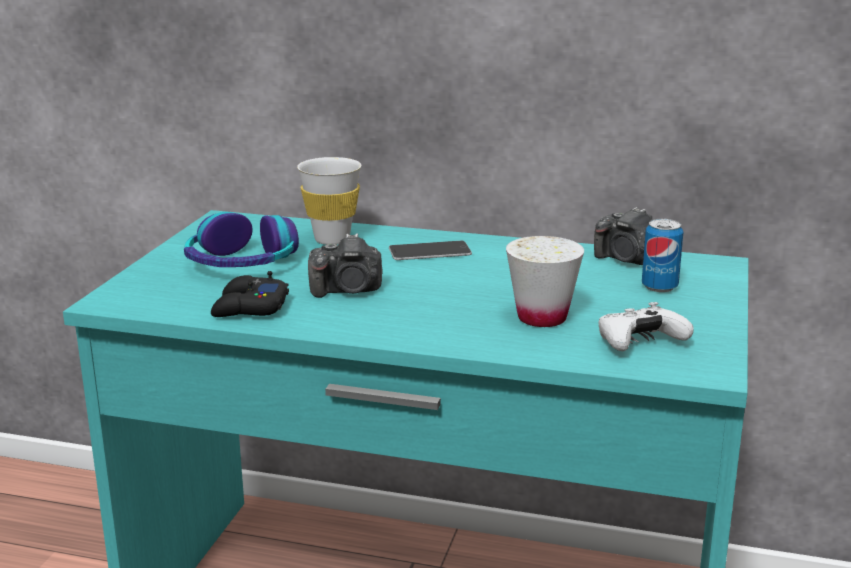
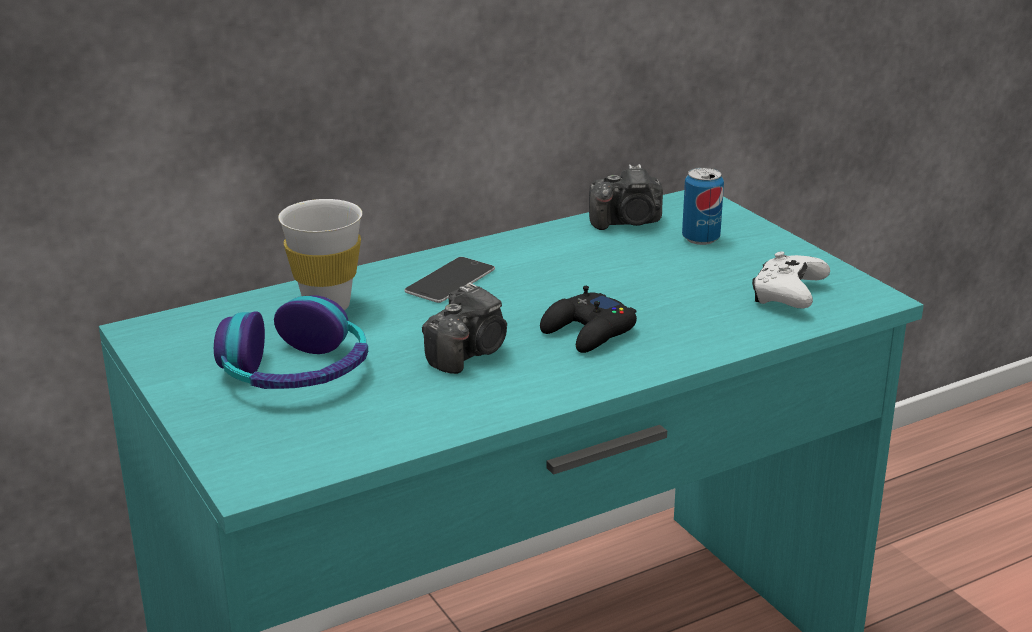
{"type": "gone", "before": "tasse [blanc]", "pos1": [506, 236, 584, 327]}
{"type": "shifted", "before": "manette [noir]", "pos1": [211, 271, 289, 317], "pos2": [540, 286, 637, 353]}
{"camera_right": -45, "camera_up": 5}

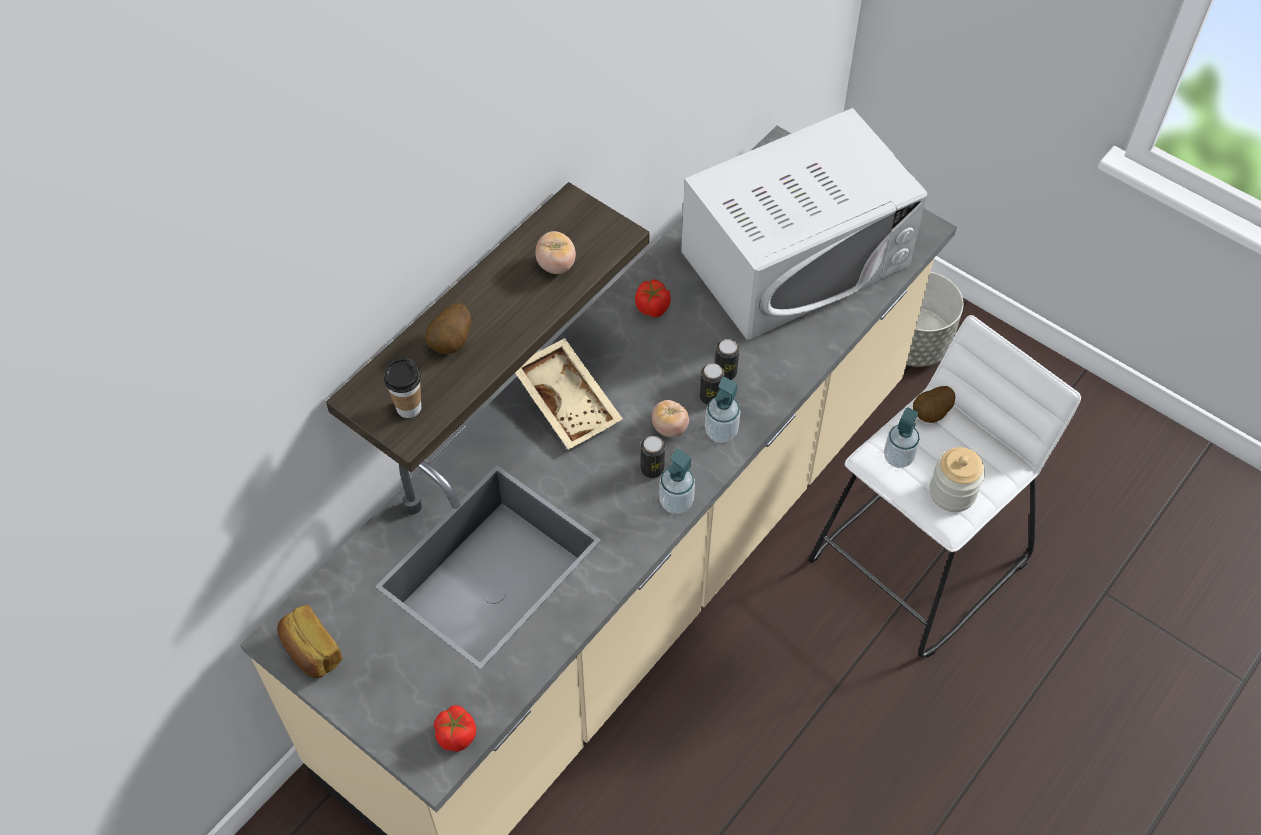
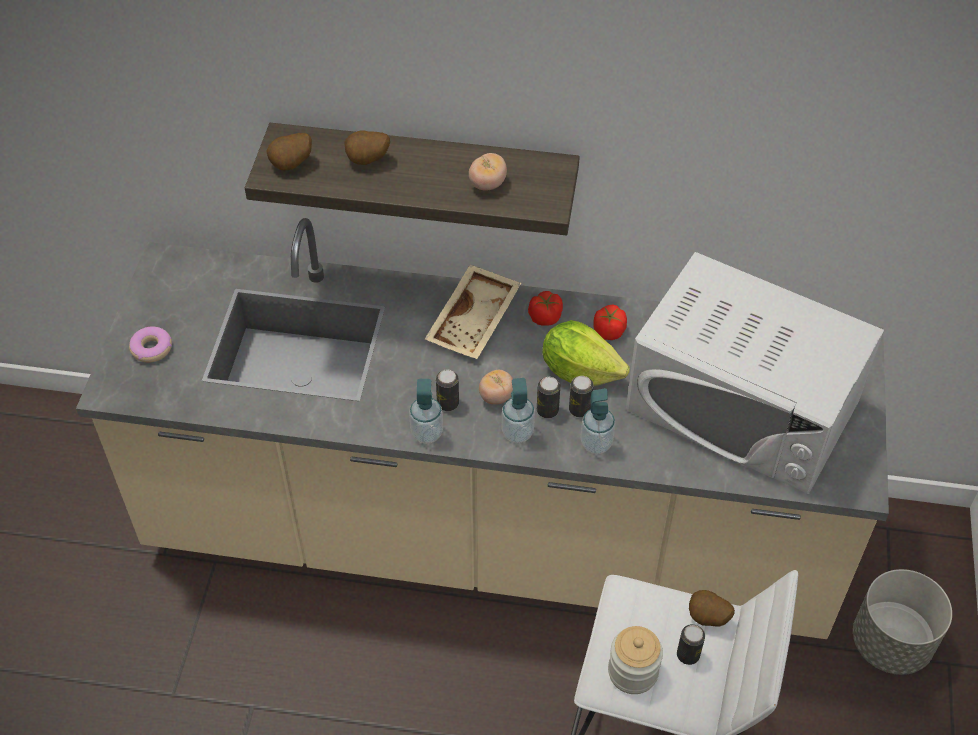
{"type": "swapped", "before": "tasse", "after": "pomme de terre", "pos1": [384, 358, 421, 418], "pos2": [266, 133, 312, 170]}
{"type": "shifted", "before": "distributeur de savon", "pos1": [884, 407, 920, 468], "pos2": [581, 388, 615, 454]}
{"type": "gone", "before": "pain", "pos1": [277, 605, 343, 678]}
{"type": "shifted", "before": "tomate", "pos1": [434, 705, 476, 752], "pos2": [528, 291, 563, 326]}
{"type": "new", "after": "laitue", "pos2": [542, 320, 630, 386]}
{"type": "new", "after": "beignet", "pos2": [129, 326, 172, 363]}
{"type": "new", "after": "boîte métallique", "pos2": [677, 624, 705, 665]}
{"camera_right": 60, "camera_up": -5}

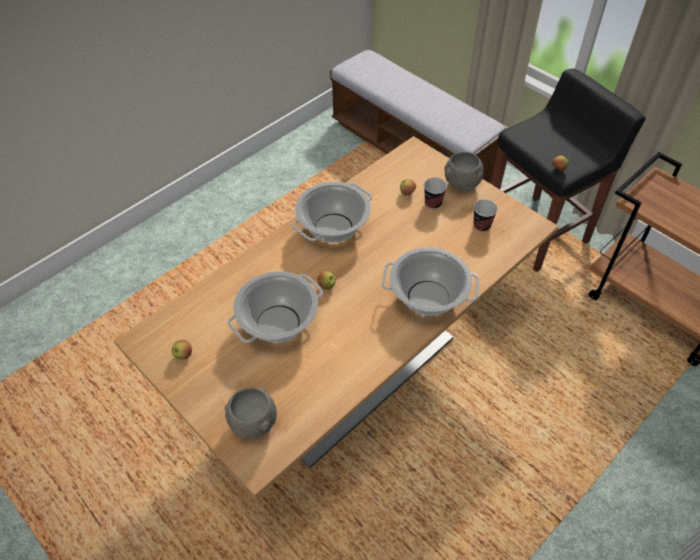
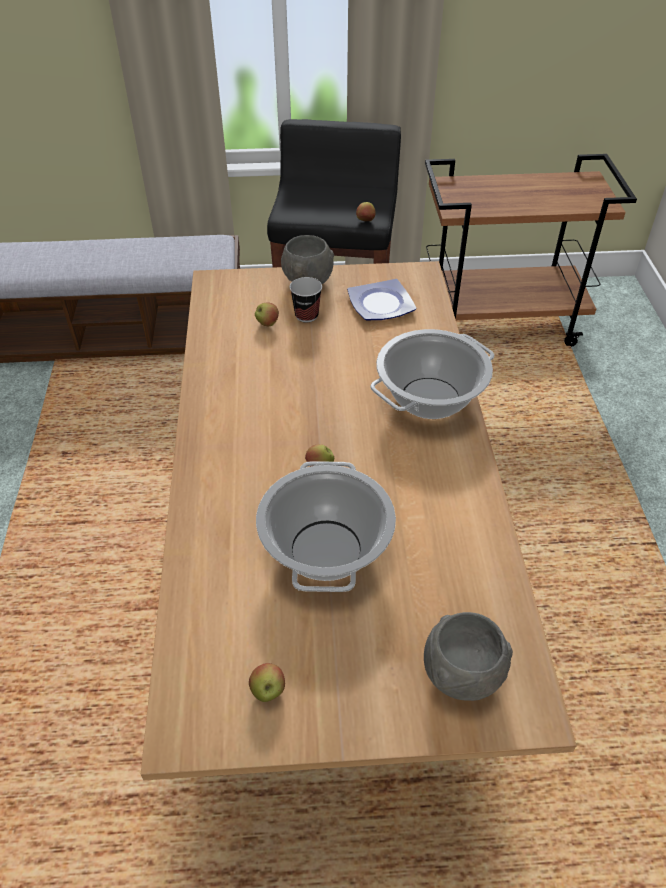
{"type": "gone", "before": "marmite", "pos1": [292, 182, 372, 243]}
{"type": "swapped", "before": "tasse", "after": "assiette", "pos1": [474, 199, 498, 232], "pos2": [347, 279, 416, 320]}
{"camera_right": -50, "camera_up": -5}

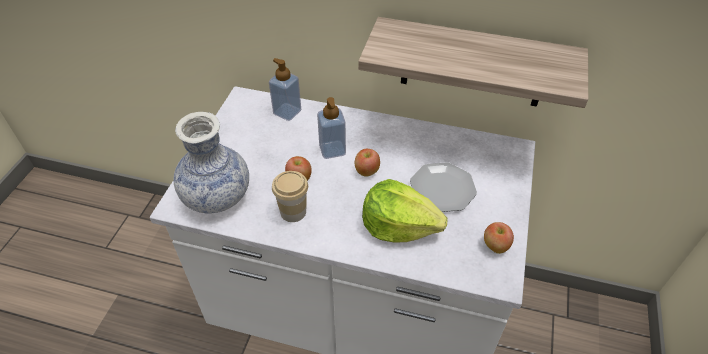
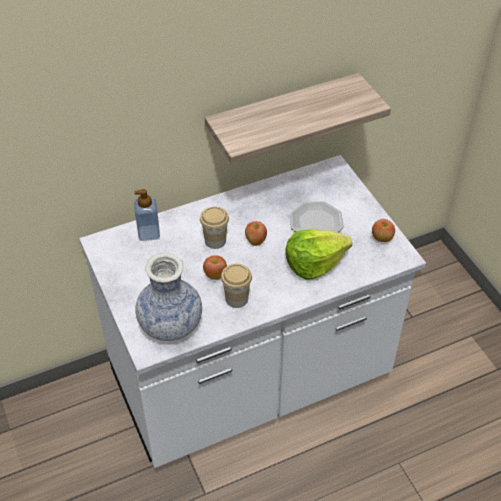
{"type": "swapped", "before": "distributeur de savon", "after": "tasse", "pos1": [317, 97, 346, 159], "pos2": [200, 207, 229, 249]}
{"camera_right": -40, "camera_up": 0}

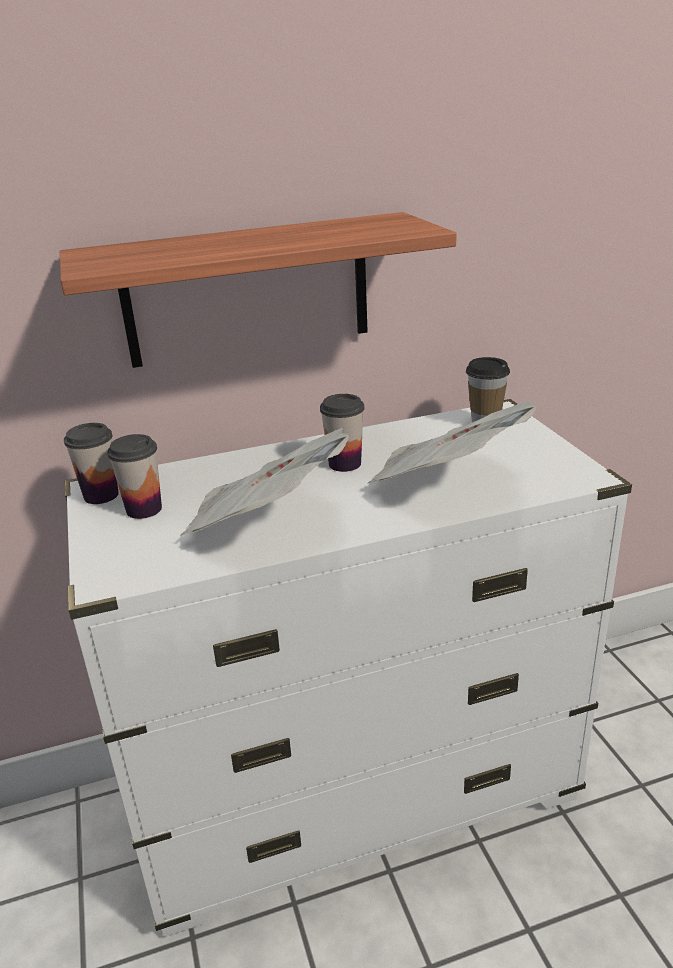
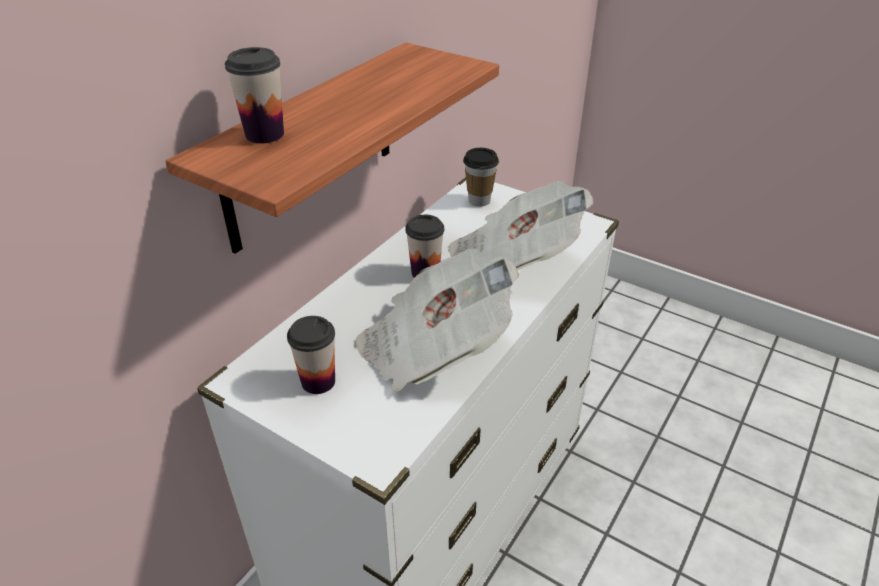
{"type": "shifted", "before": "tasse", "pos1": [64, 423, 119, 504], "pos2": [225, 47, 284, 144]}
{"camera_right": -40, "camera_up": 10}

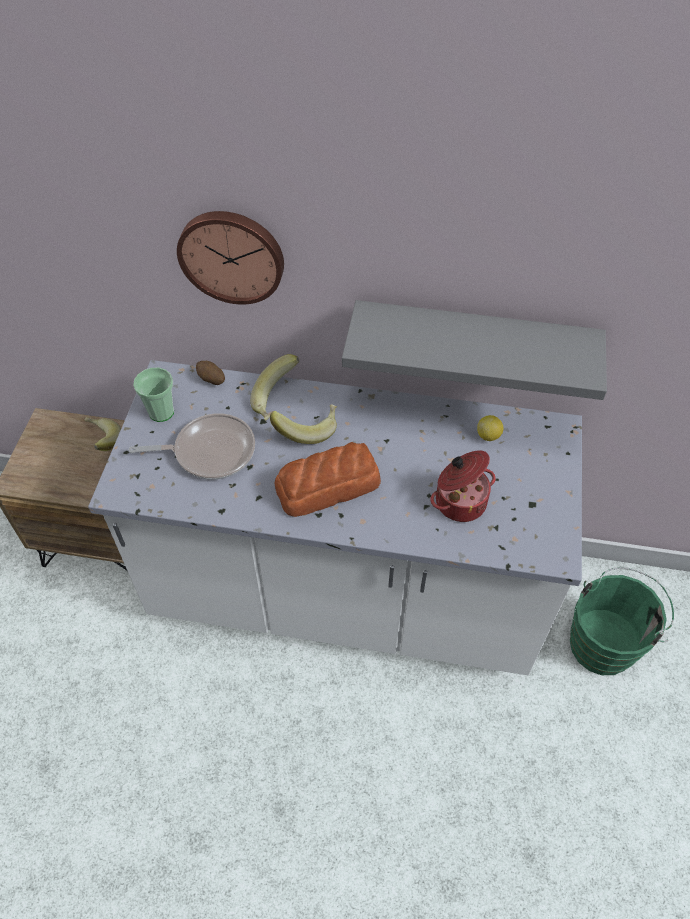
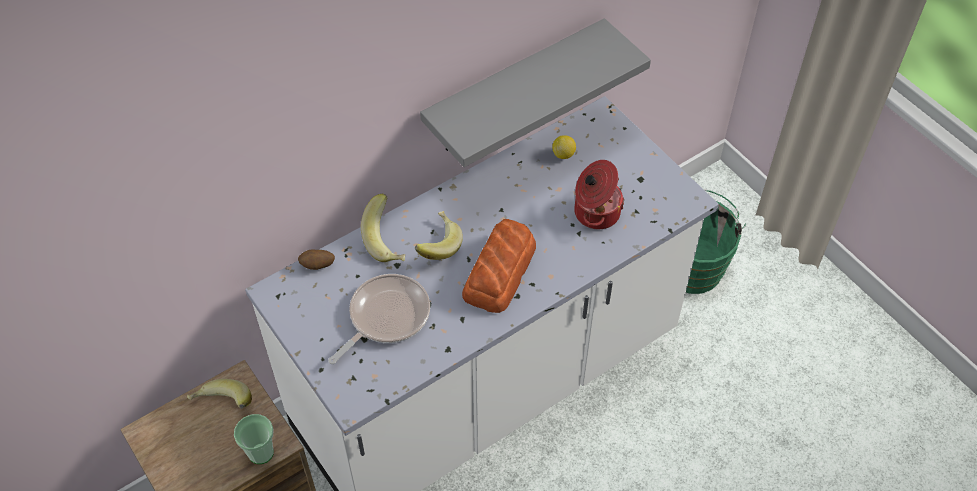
{"type": "gone", "before": "horloge murale", "pos1": [177, 211, 284, 305]}
{"type": "shifted", "before": "tasse", "pos1": [133, 368, 174, 422], "pos2": [234, 414, 274, 464]}
{"camera_right": -45, "camera_up": 0}

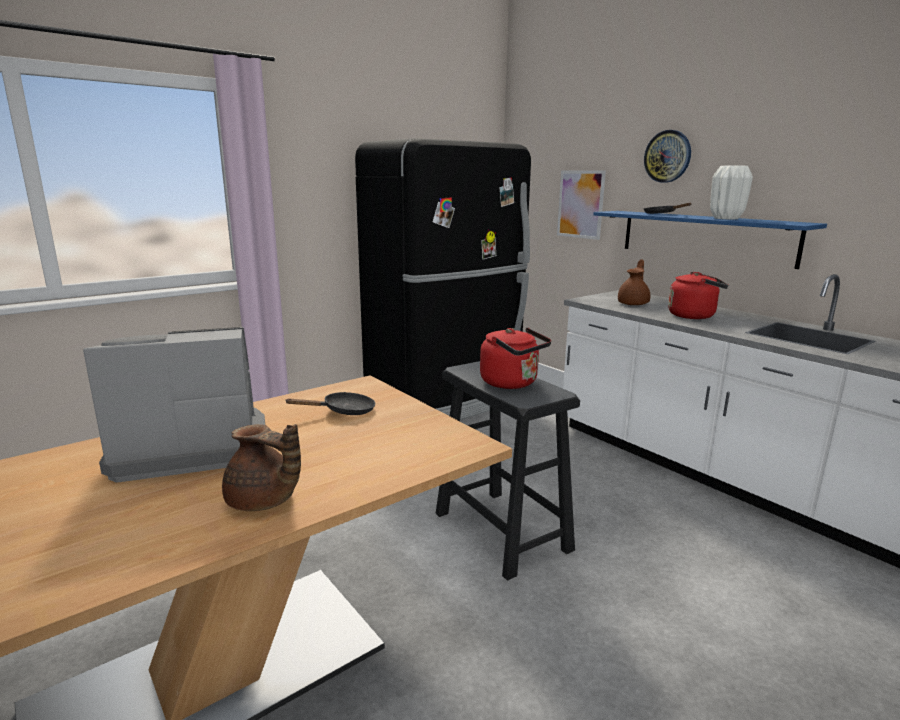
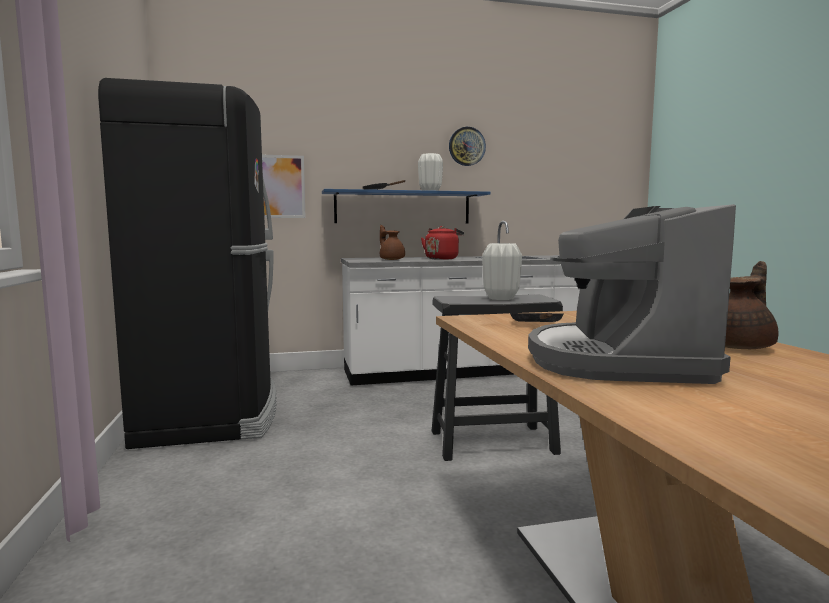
{"type": "shifted", "before": "horloge murale", "pos1": [644, 130, 691, 183], "pos2": [449, 127, 486, 166]}
{"type": "swapped", "before": "bouilloire [rouge]", "after": "vase [blanc]", "pos1": [480, 327, 551, 389], "pos2": [482, 243, 522, 300]}
{"camera_right": -65, "camera_up": -10}

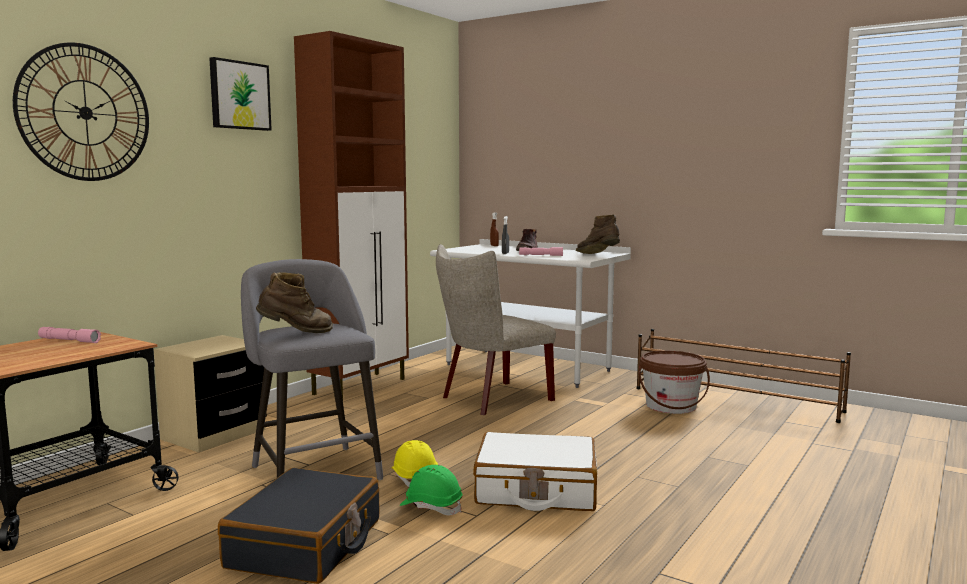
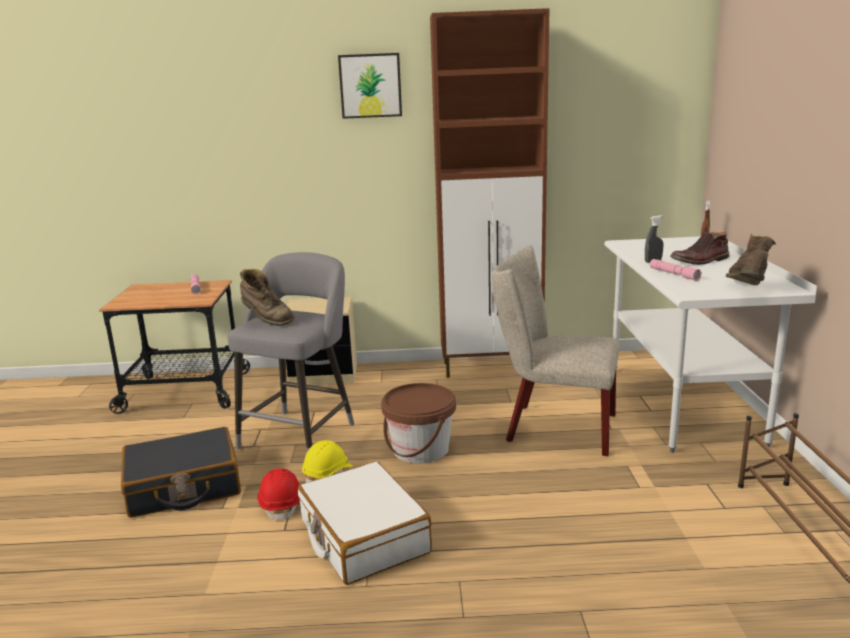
{"type": "gone", "before": "horloge murale", "pos1": [13, 43, 149, 181]}
{"type": "shifted", "before": "seau [marron]", "pos1": [639, 351, 710, 414], "pos2": [381, 383, 456, 463]}
{"type": "repainted", "before": "casque de chantier [vert]", "after": "casque de chantier [rouge]", "pos1": [400, 465, 463, 515], "pos2": [257, 468, 300, 522]}
{"camera_right": 55, "camera_up": 10}

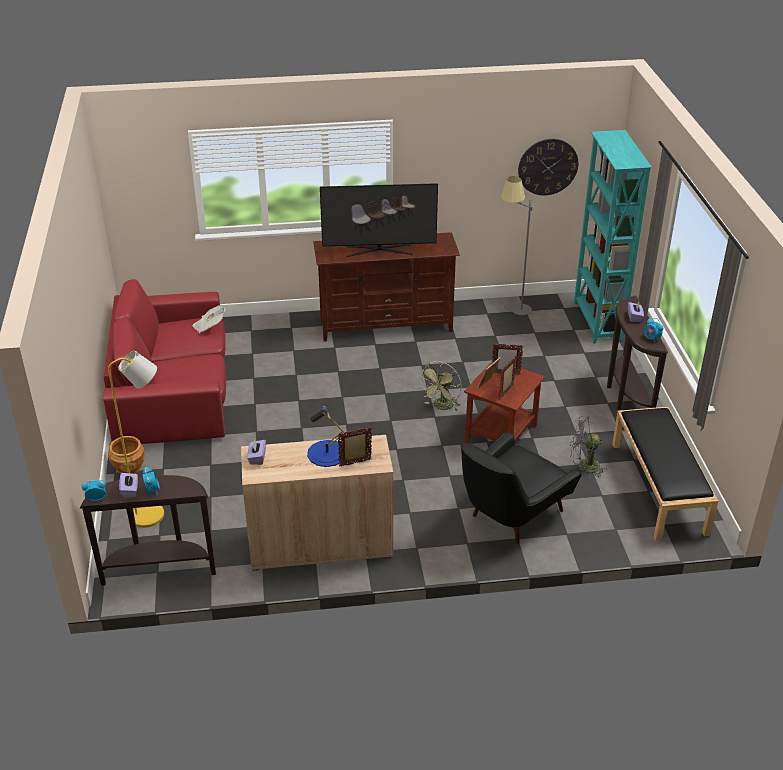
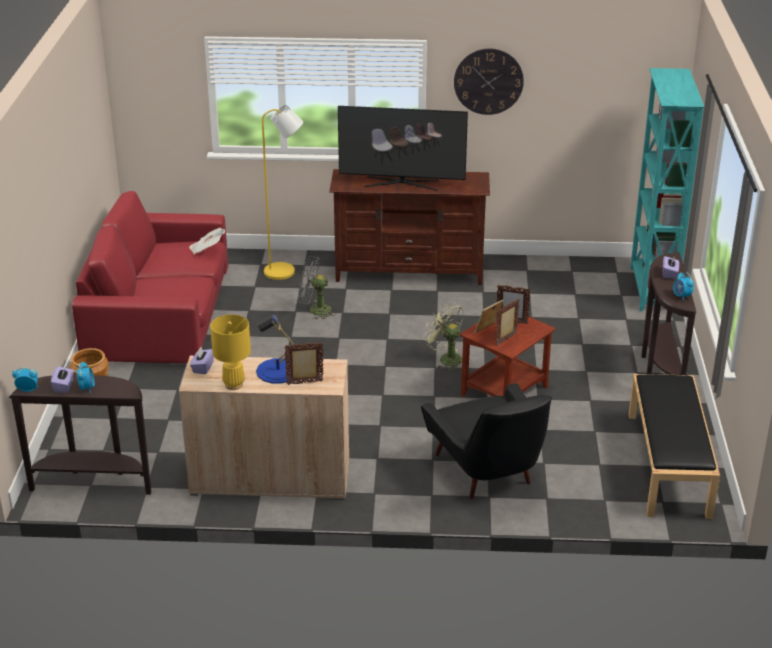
{"type": "shifted", "before": "horloge murale", "pos1": [518, 139, 578, 195], "pos2": [454, 48, 524, 115]}
{"type": "gone", "before": "lampadaire [gris]", "pos1": [500, 176, 532, 315]}
{"type": "shifted", "before": "lampadaire [jaune]", "pos1": [108, 351, 164, 528], "pos2": [262, 105, 303, 280]}
{"type": "rotated", "before": "ventilateur [vert]", "pos1": [418, 361, 462, 412], "pos2": [423, 302, 464, 370], "turn": 90}
{"type": "shifted", "before": "ventilateur [gris]", "pos1": [570, 416, 607, 478], "pos2": [298, 256, 336, 320]}
{"type": "rotated", "before": "fauteuil [noir]", "pos1": [460, 432, 582, 544], "pos2": [421, 383, 552, 499], "turn": -75}
{"type": "new", "after": "lampe de table [jaune]", "pos2": [210, 315, 251, 390]}
{"camera_right": 10, "camera_up": -5}

